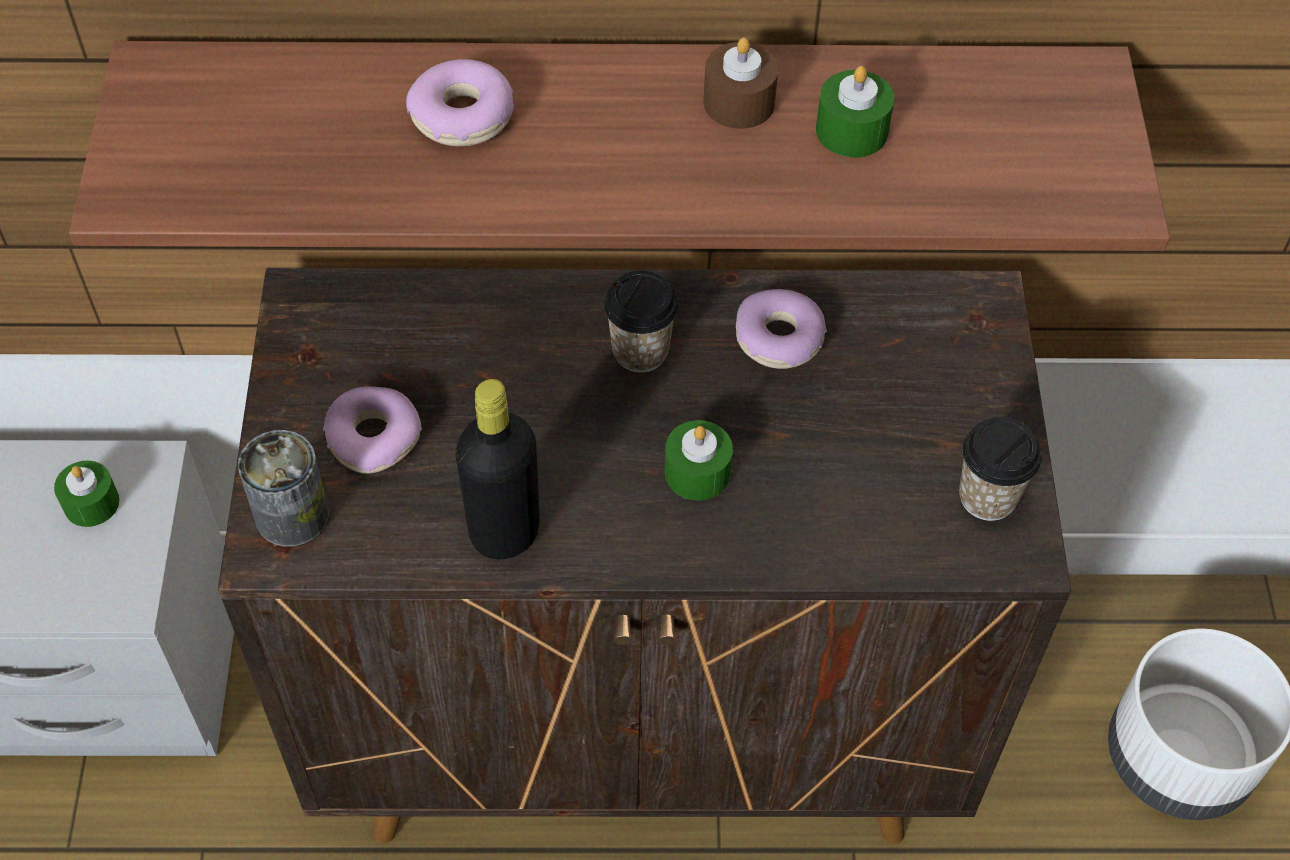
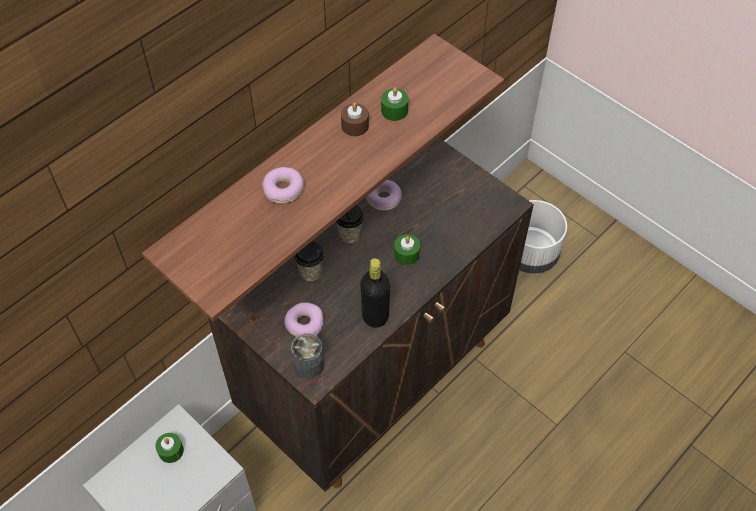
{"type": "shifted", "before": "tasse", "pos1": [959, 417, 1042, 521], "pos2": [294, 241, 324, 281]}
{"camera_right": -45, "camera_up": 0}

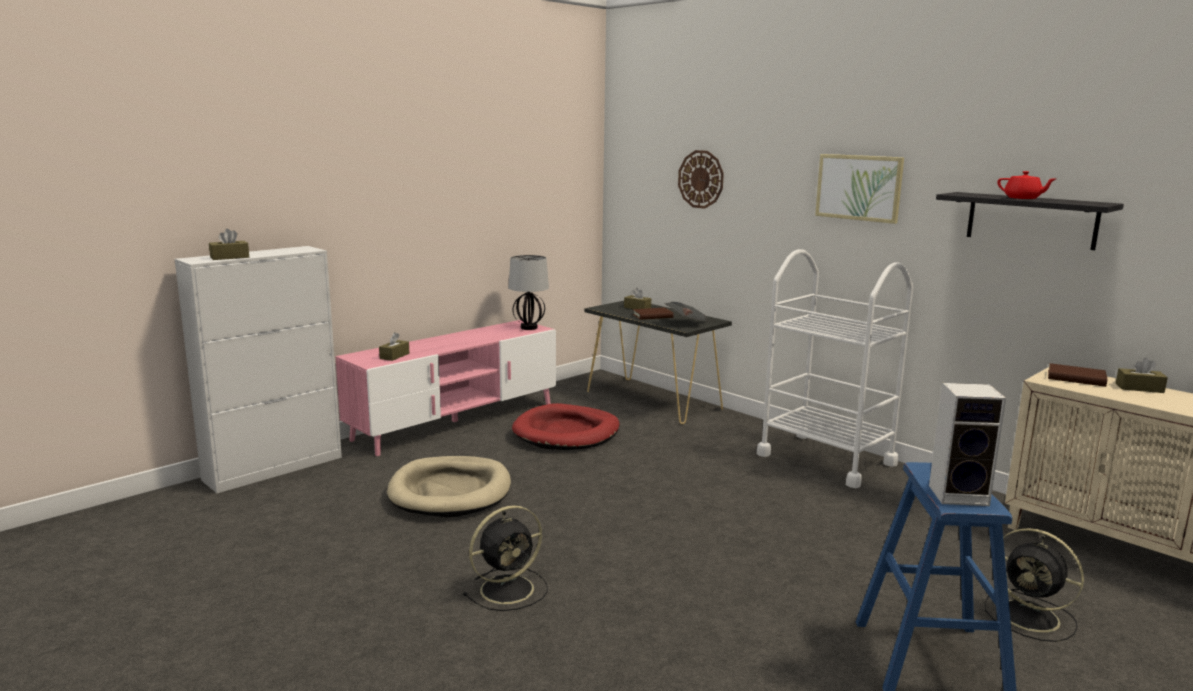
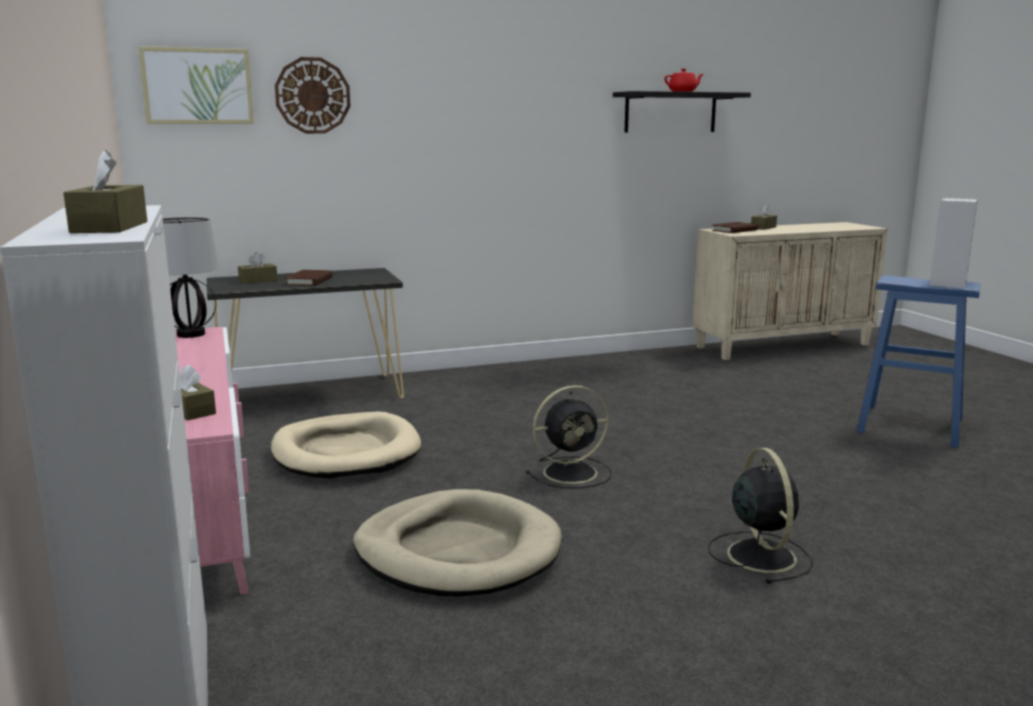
{"type": "shifted", "before": "tableau", "pos1": [815, 154, 904, 224], "pos2": [138, 46, 254, 124]}
{"type": "gone", "before": "chariot [blanc]", "pos1": [757, 249, 913, 488]}
{"type": "gone", "before": "journal", "pos1": [665, 302, 708, 321]}
{"type": "repainted", "before": "panier pour chien [rouge]", "after": "panier pour chien [beige]", "pos1": [512, 403, 620, 450], "pos2": [271, 411, 421, 479]}
{"type": "shifted", "before": "ventilateur [noir]", "pos1": [985, 528, 1084, 642], "pos2": [526, 385, 611, 488]}
{"camera_right": -65, "camera_up": 0}

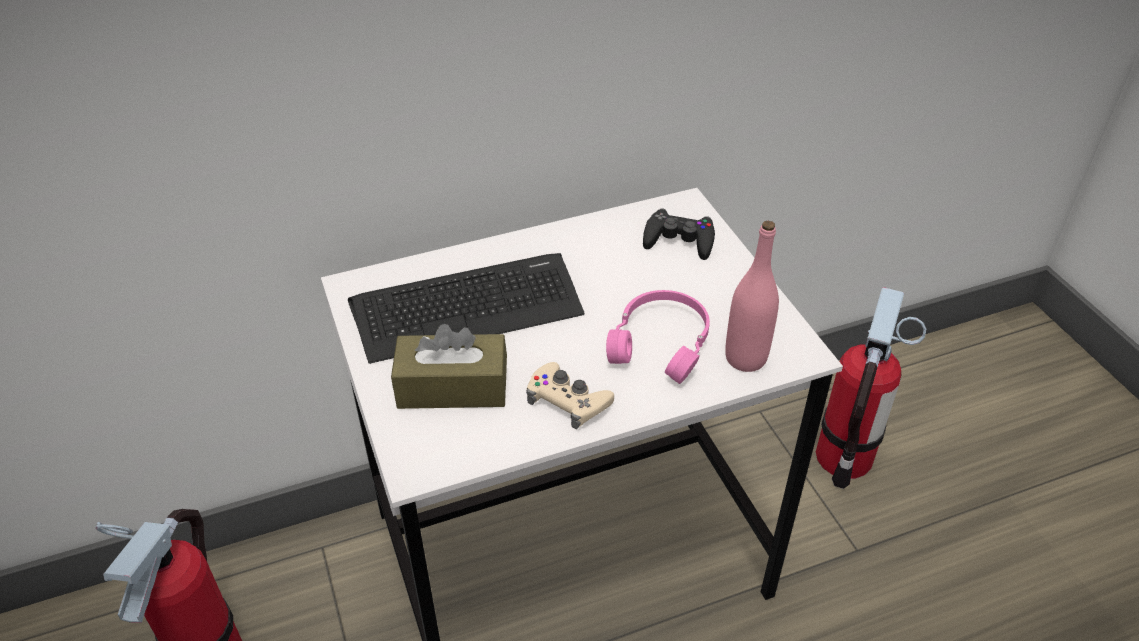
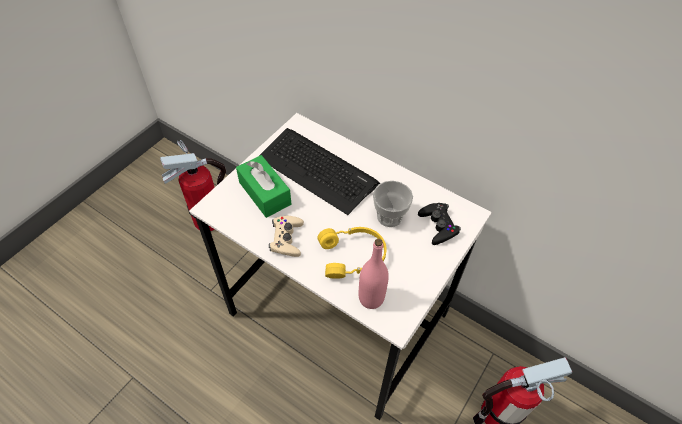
{"type": "repainted", "before": "casque audio [rose]", "after": "casque audio [jaune]", "pos1": [606, 290, 710, 384], "pos2": [317, 227, 387, 279]}
{"type": "repainted", "before": "boîte à mouchoirs [marron]", "after": "boîte à mouchoirs [vert]", "pos1": [391, 324, 507, 409], "pos2": [236, 155, 291, 218]}
{"type": "new", "after": "tasse", "pos2": [373, 181, 413, 227]}
{"camera_right": 55, "camera_up": 10}

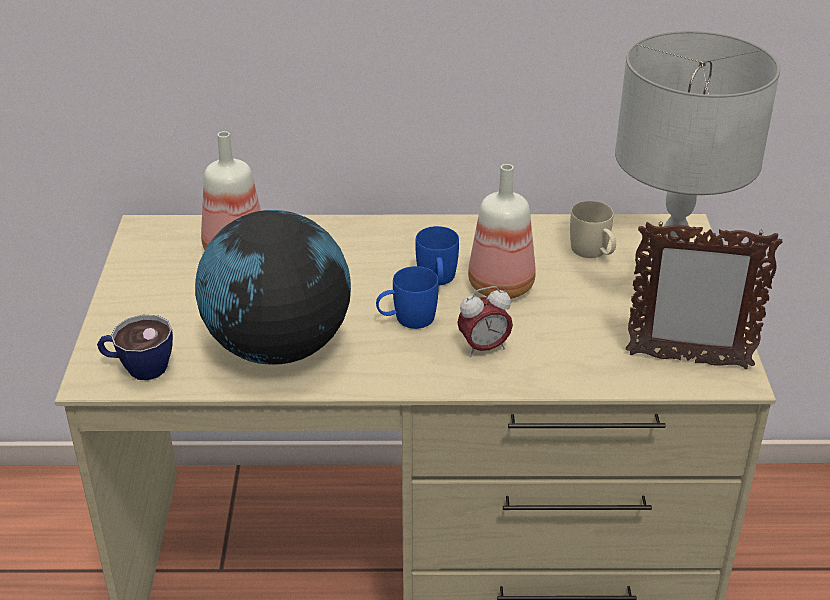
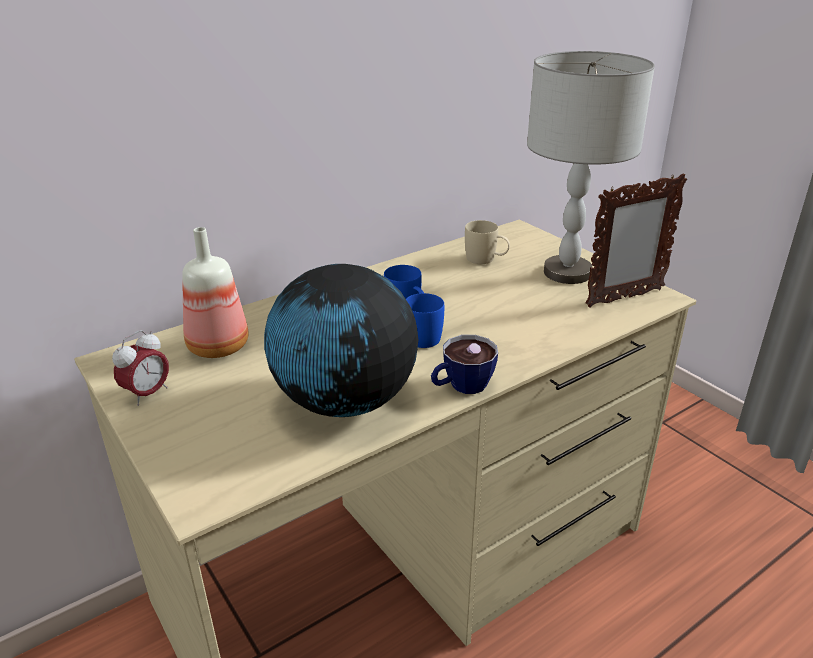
{"type": "gone", "before": "bouteille", "pos1": [468, 164, 536, 299]}
{"type": "shifted", "before": "réveil", "pos1": [457, 286, 513, 357], "pos2": [112, 330, 169, 406]}
{"type": "shifted", "before": "tasse", "pos1": [97, 315, 173, 380], "pos2": [431, 335, 498, 394]}
{"camera_right": -35, "camera_up": -5}

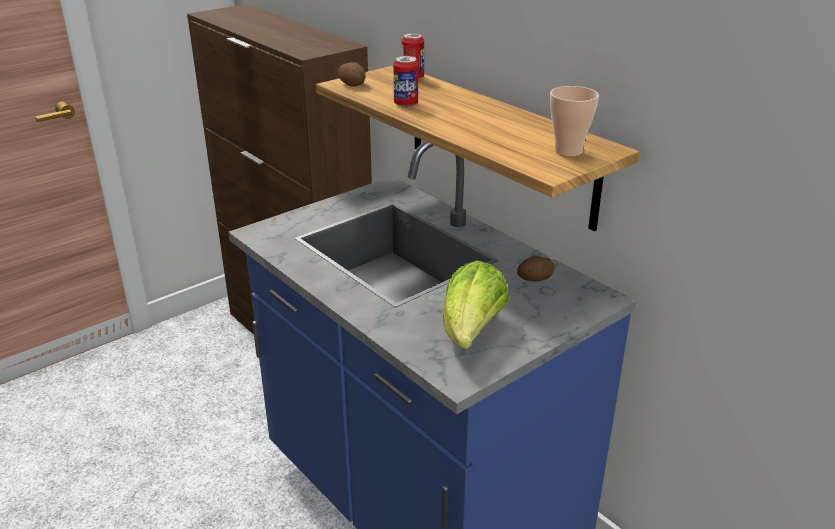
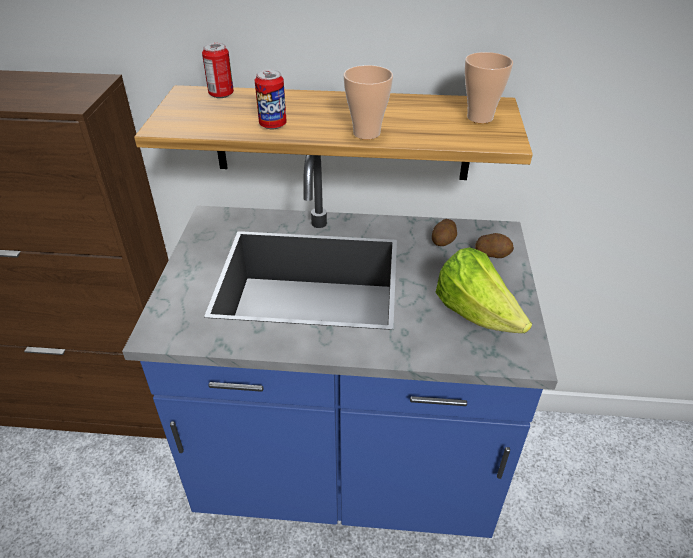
{"type": "shifted", "before": "pomme de terre", "pos1": [338, 62, 365, 87], "pos2": [475, 233, 514, 258]}
{"type": "new", "after": "tasse", "pos2": [344, 65, 393, 140]}
{"camera_right": -45, "camera_up": 10}

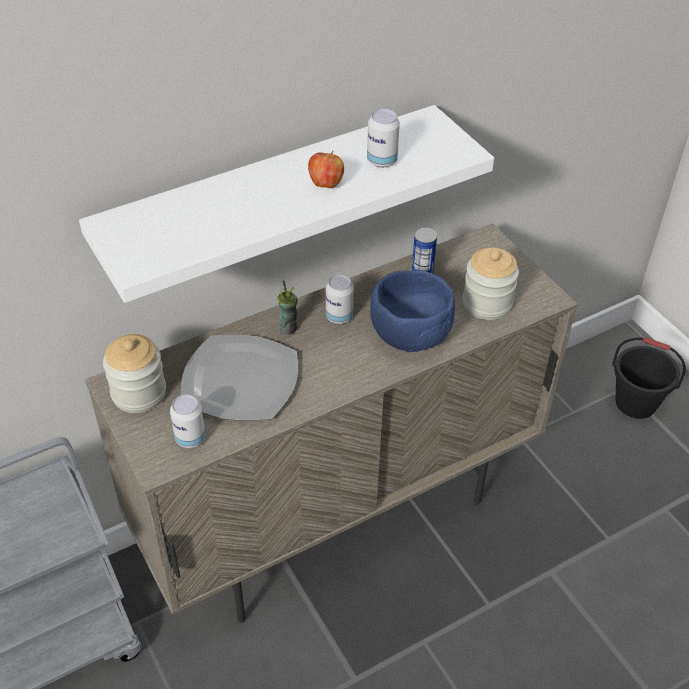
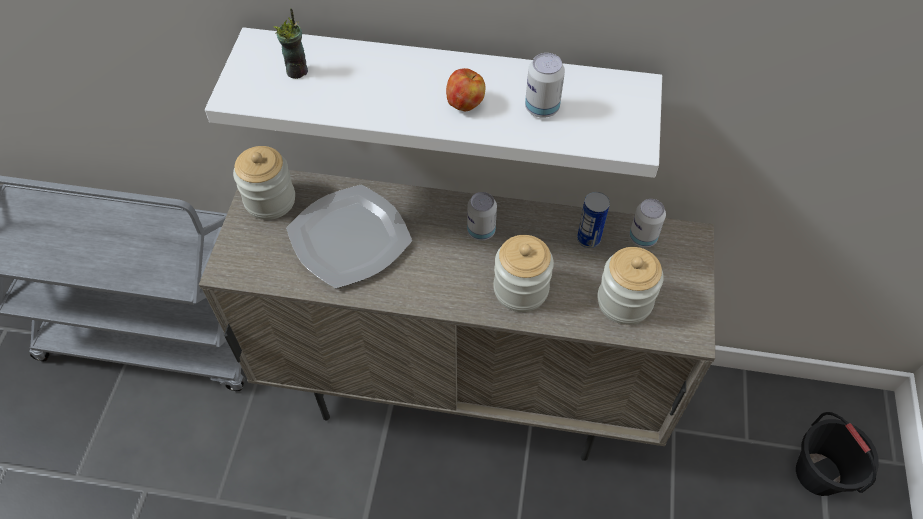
{"type": "swapped", "before": "bol [bleu]", "after": "bocal", "pos1": [370, 270, 455, 352], "pos2": [493, 235, 554, 312]}
{"type": "shifted", "before": "tasse", "pos1": [277, 280, 298, 335], "pos2": [273, 8, 308, 79]}
{"type": "shifted", "before": "boîte métallique", "pos1": [170, 395, 206, 448], "pos2": [629, 199, 666, 247]}
{"camera_right": 40, "camera_up": 10}

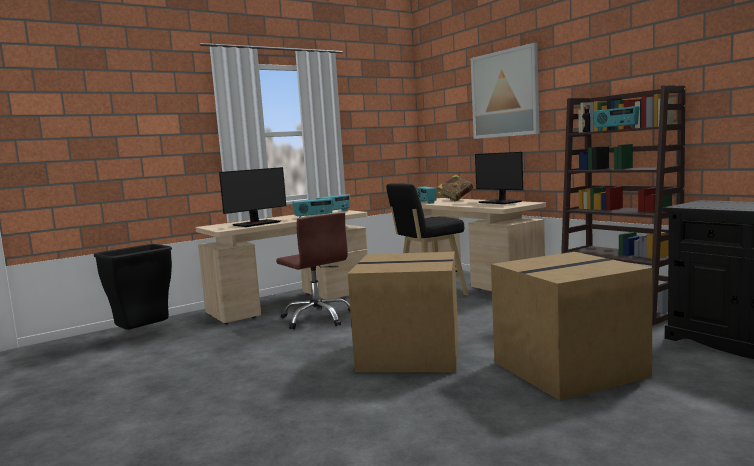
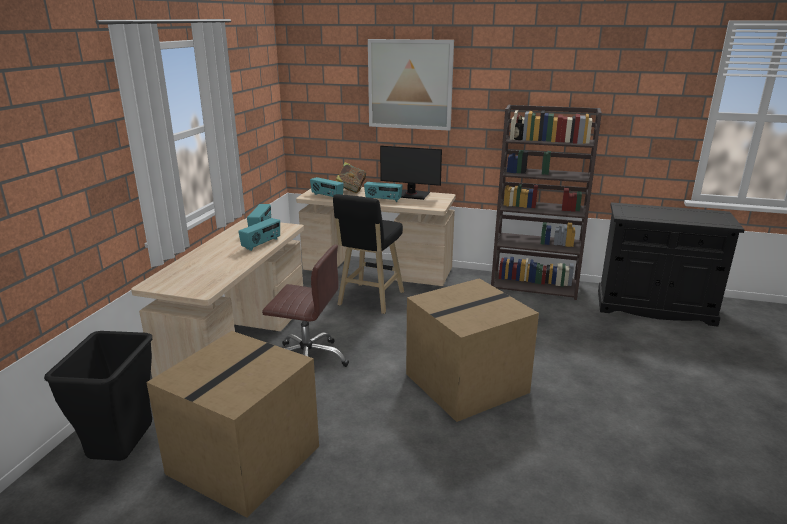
{"type": "shifted", "before": "radio", "pos1": [593, 106, 640, 131], "pos2": [364, 182, 403, 202]}
{"type": "gone", "before": "écran d'ordinateur", "pos1": [219, 167, 286, 227]}
{"type": "shifted", "before": "carton", "pos1": [491, 252, 653, 401], "pos2": [146, 331, 319, 518]}
{"camera_right": -40, "camera_up": 15}

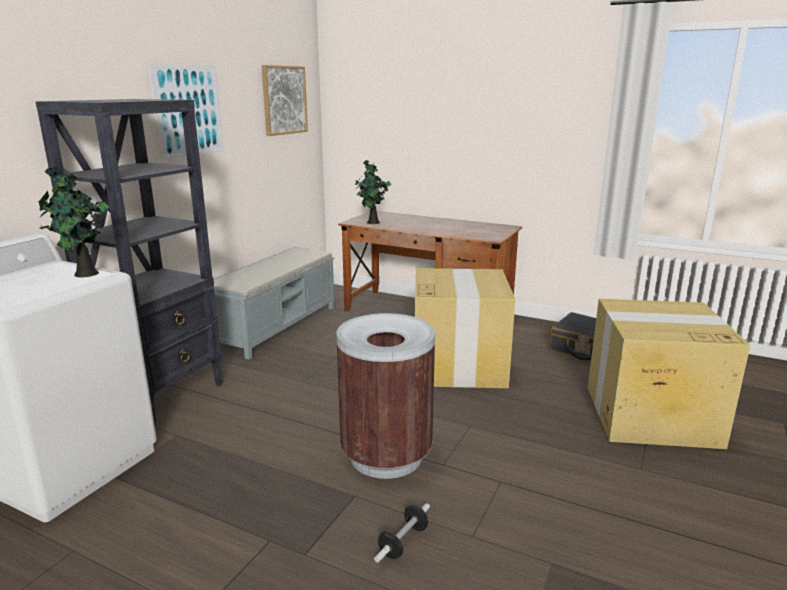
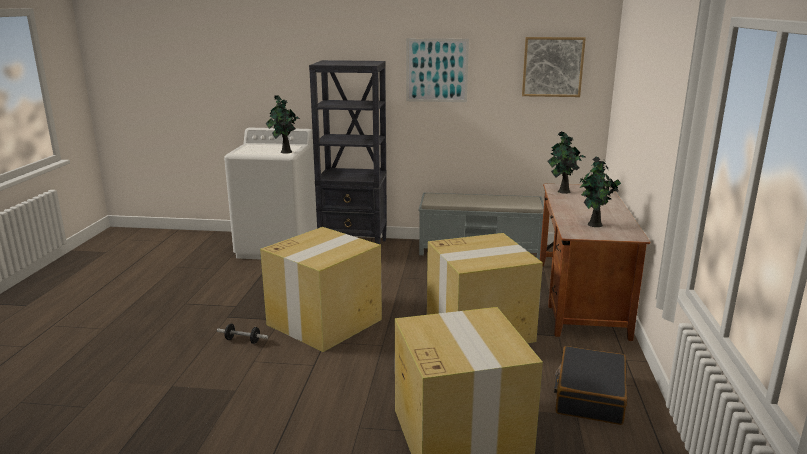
{"type": "swapped", "before": "poubelle [marron]", "after": "carton", "pos1": [336, 313, 435, 479], "pos2": [260, 227, 382, 352]}
{"type": "new", "after": "plante en pot", "pos2": [579, 156, 621, 227]}
{"camera_right": 70, "camera_up": 0}

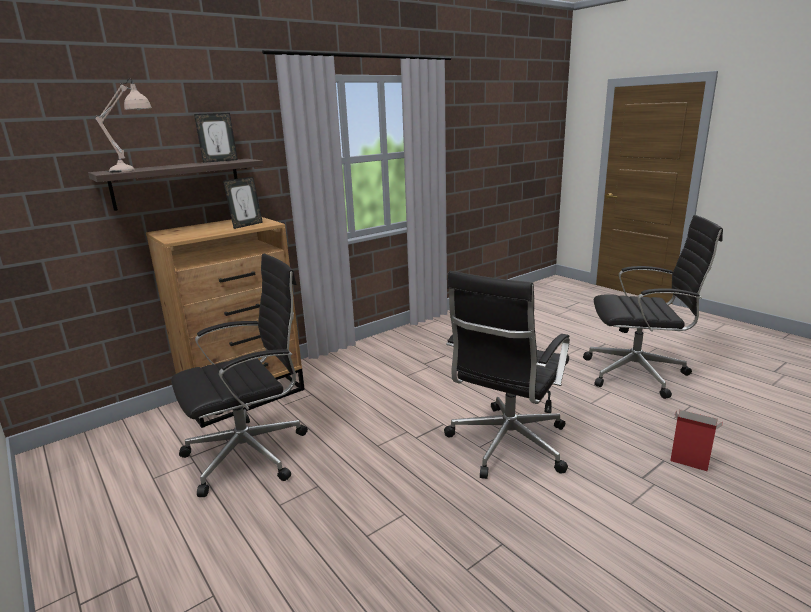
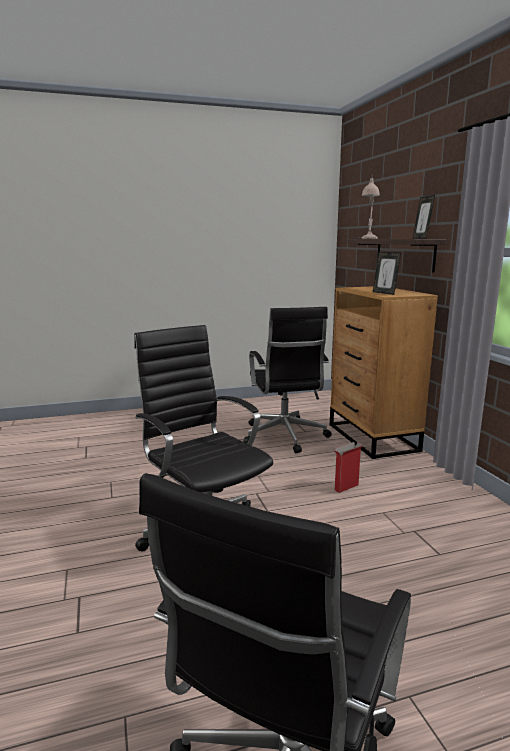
{"type": "shifted", "before": "carton", "pos1": [670, 410, 723, 471], "pos2": [334, 442, 362, 493]}
{"camera_right": 110, "camera_up": -5}

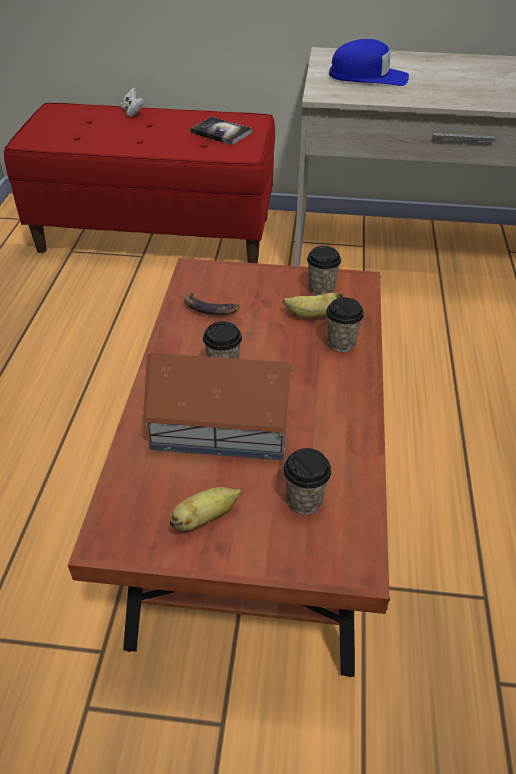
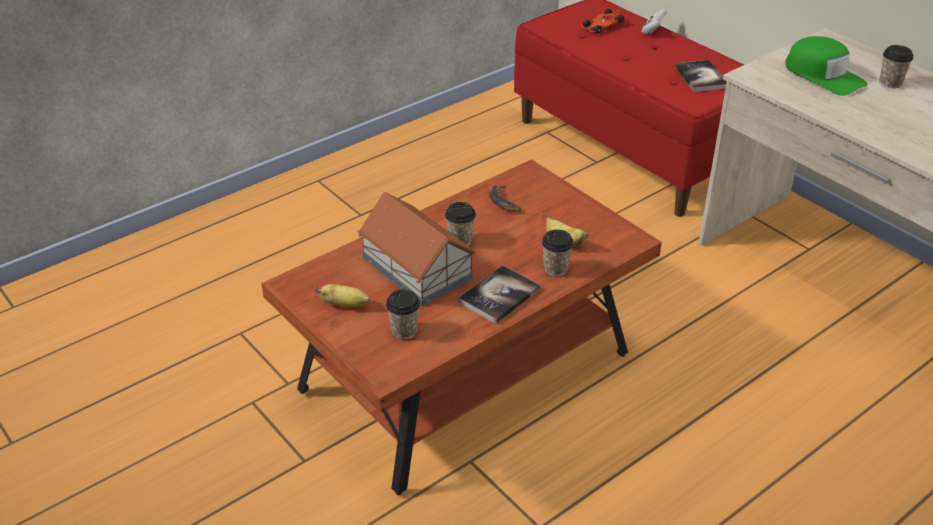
{"type": "repainted", "before": "casquette [bleu]", "after": "casquette [vert]", "pos1": [329, 39, 409, 86], "pos2": [785, 36, 868, 96]}
{"type": "shifted", "before": "tasse", "pos1": [307, 246, 341, 296], "pos2": [879, 45, 913, 88]}
{"type": "new", "after": "petite voiture", "pos2": [581, 9, 624, 34]}
{"type": "new", "after": "livre", "pos2": [459, 265, 540, 324]}
{"camera_right": 45, "camera_up": -5}

